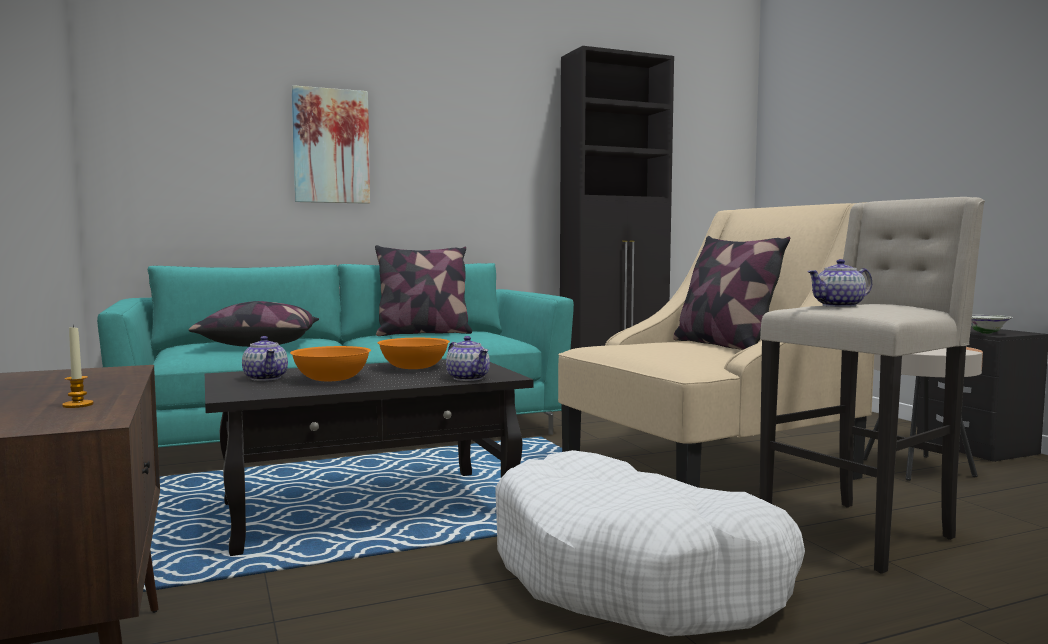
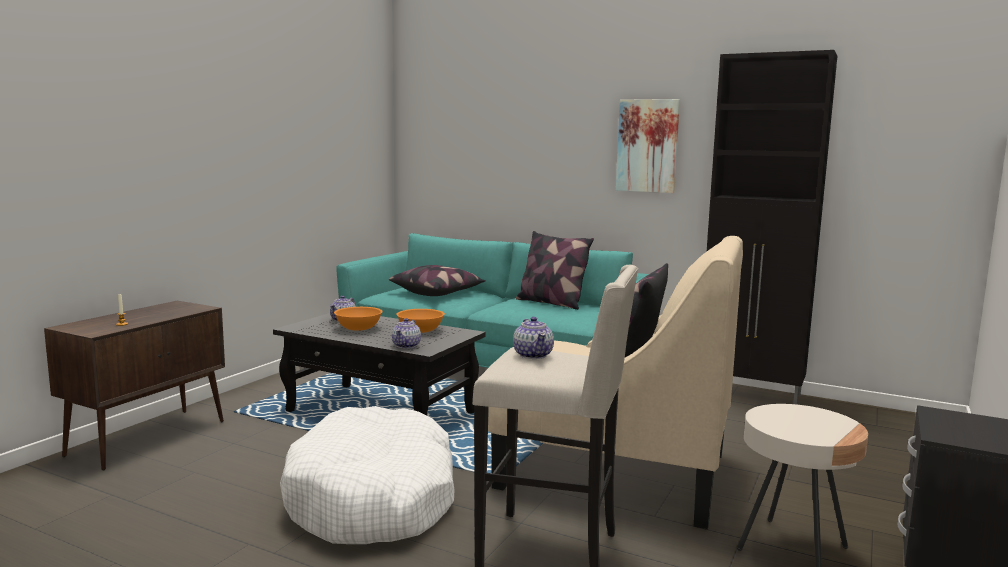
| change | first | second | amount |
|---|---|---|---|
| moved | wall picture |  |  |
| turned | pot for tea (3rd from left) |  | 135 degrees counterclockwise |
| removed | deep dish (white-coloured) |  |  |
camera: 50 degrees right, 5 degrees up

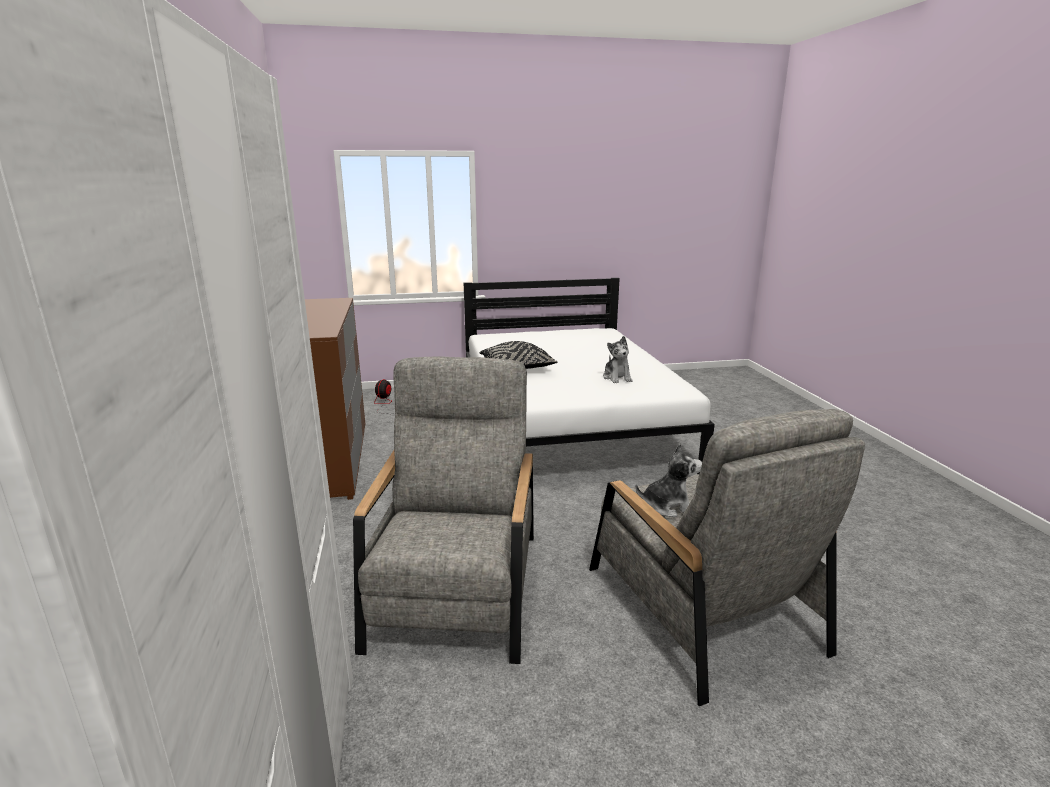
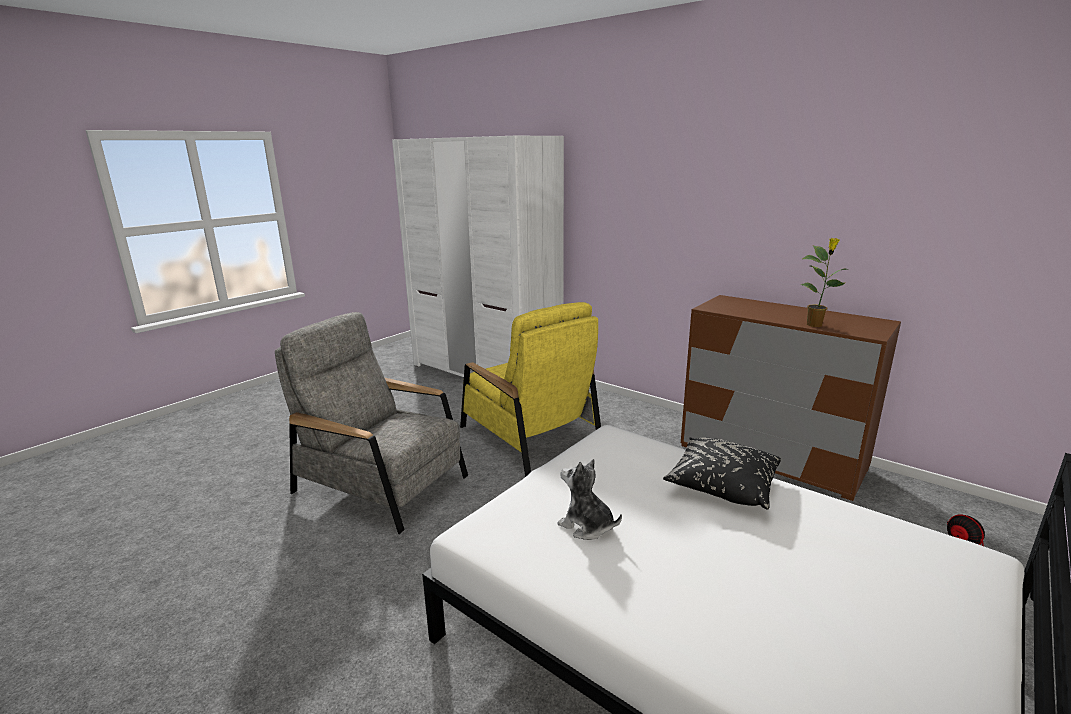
| change | first | second | amount |
|---|---|---|---|
| recoloured | lounge chair (gray) (1st from left) | lounge chair (yellow-coloured) |  |
| removed | soft toy (2nd from left) |  |  |
| added |  | plant in a pot |  |
camera: 140 degrees right, 0 degrees up

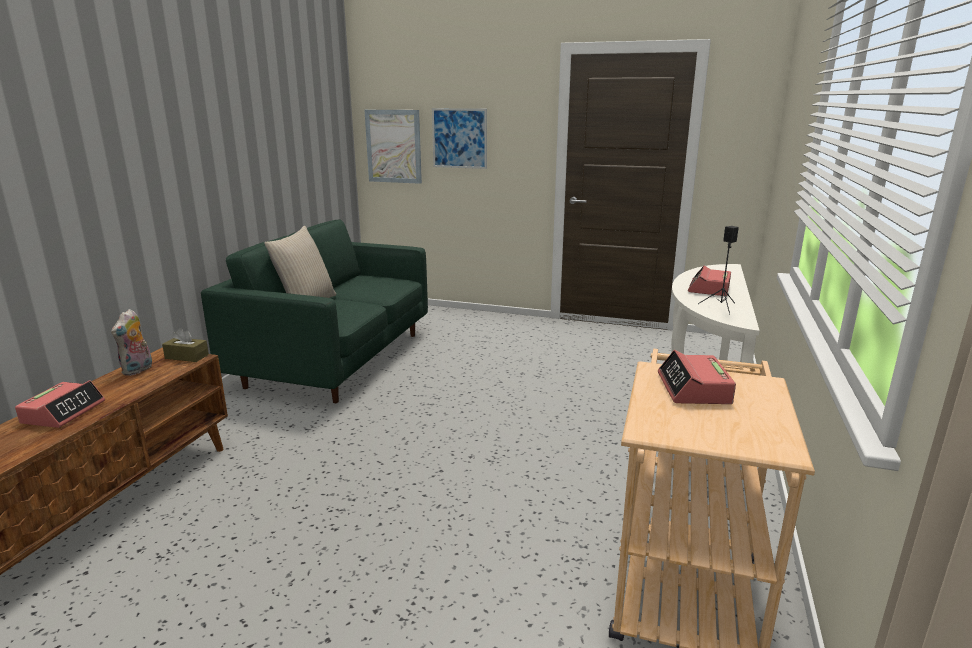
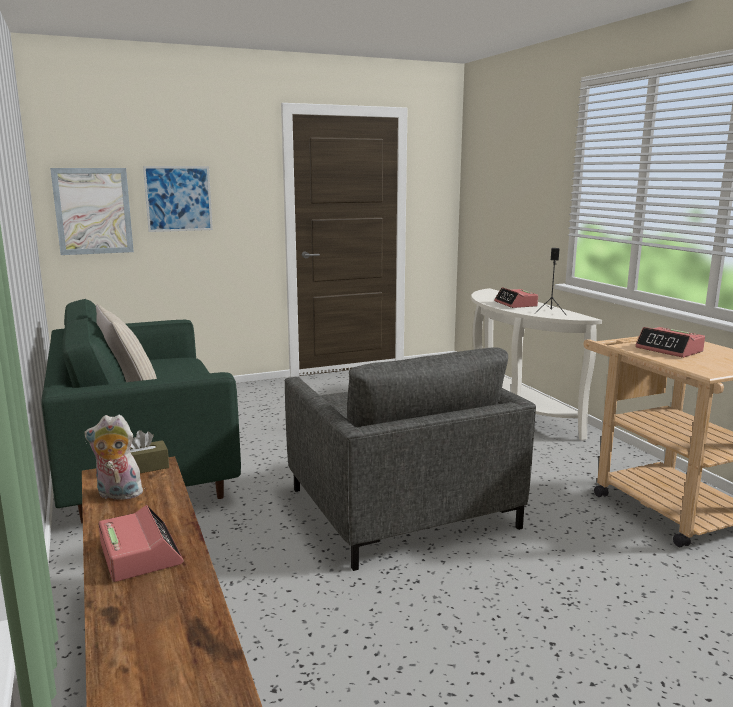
| change | first | second | amount |
|---|---|---|---|
| turned | soft toy |  | 120 degrees clockwise |
| added |  | lounge chair (gray) |  |
camera: 40 degrees left, 5 degrees down

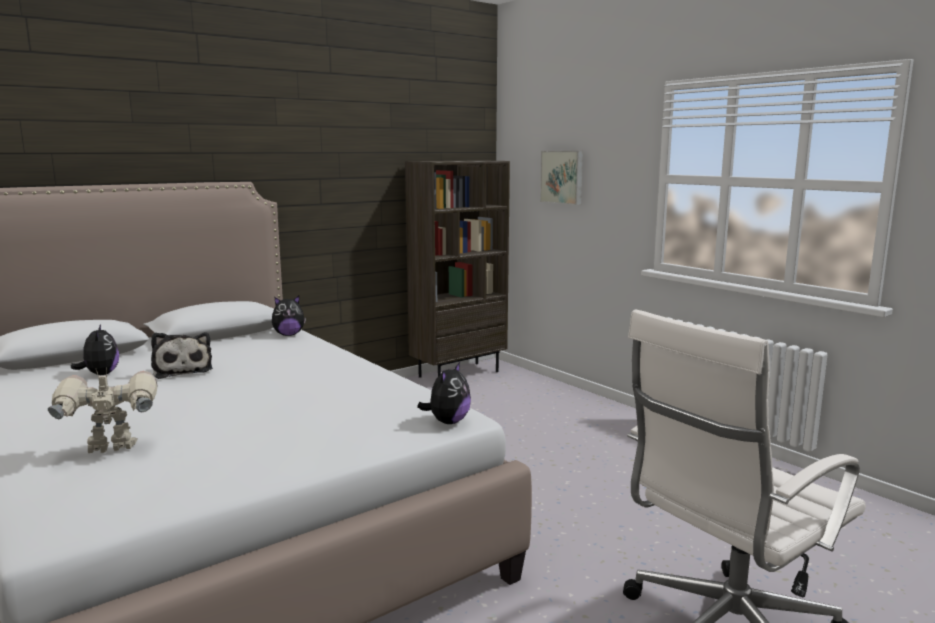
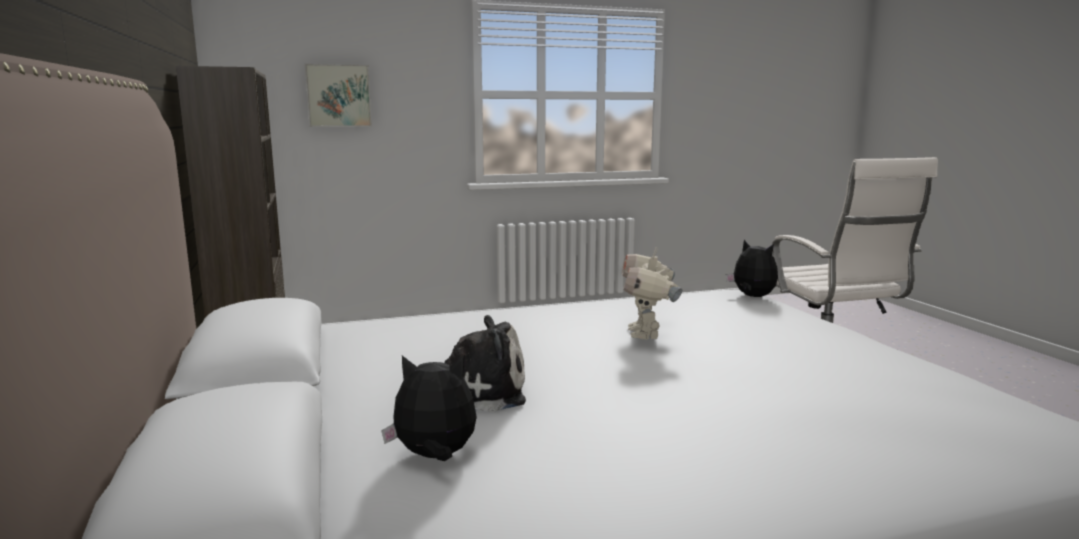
| change | first | second | amount |
|---|---|---|---|
| removed | soft toy (3rd from left) |  |  |
| moved | robot figure |  |  |
camera: 70 degrees left, 0 degrees up

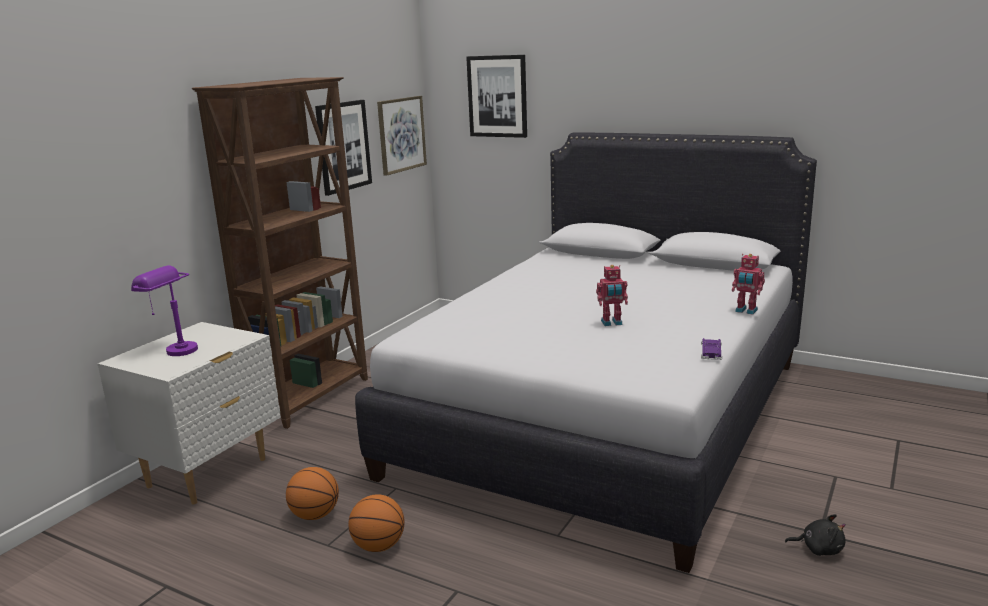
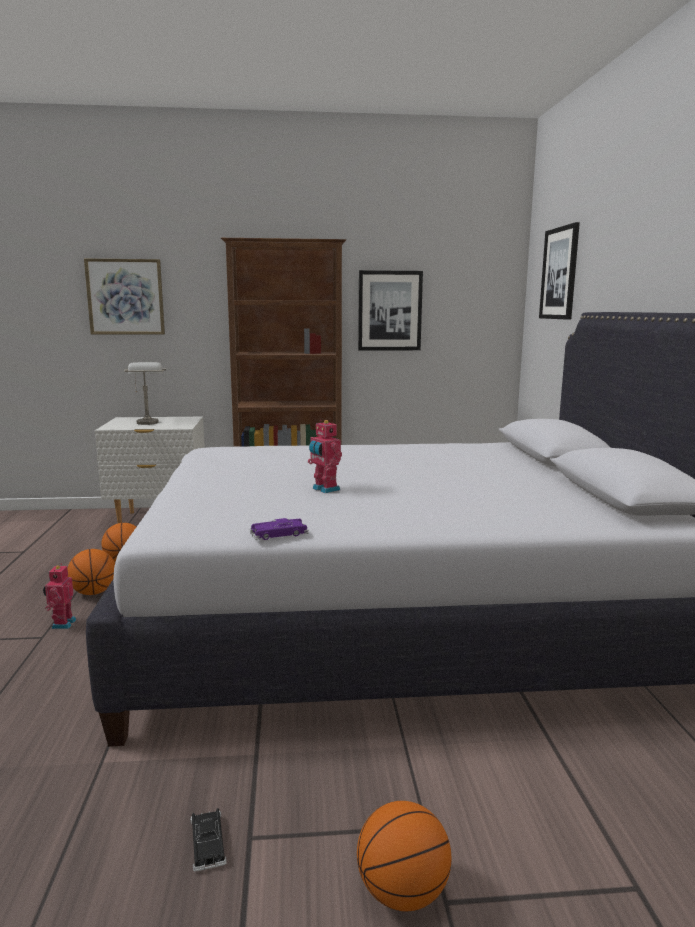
| change | first | second | amount |
|---|---|---|---|
| moved | wall picture (2nd from left in the first image) | wall picture (1st from left) |  |
| moved | robot figure (2nd from left in the first image) | robot figure (1st from left) |  |
| recoloured | table lamp (purple-coloured) | table lamp (gray) |  |
| replaced | soft toy (black) | model car (black) |  |
| added |  | basketball ball (3rd from left) |  |
camera: 55 degrees right, 5 degrees down

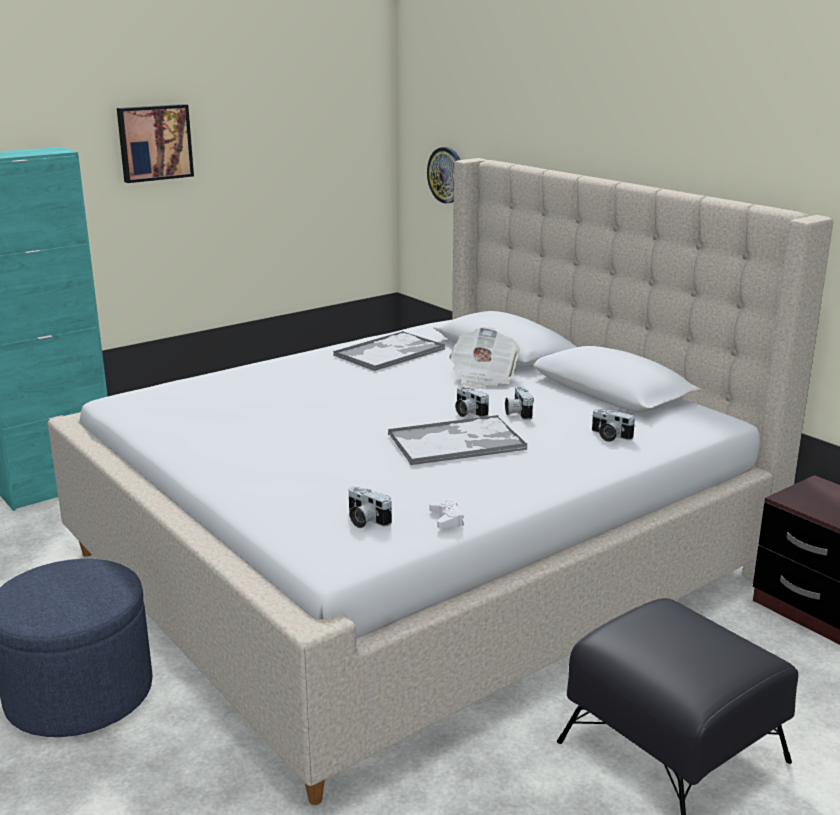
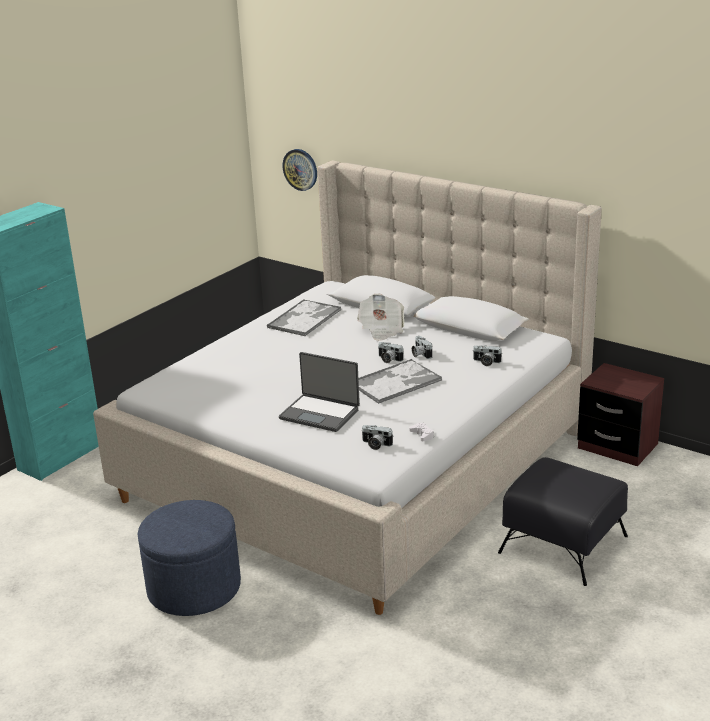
| change | first | second | amount |
|---|---|---|---|
| removed | wall picture |  |  |
| added |  | notebook computer |  |
camera: 15 degrees left, 5 degrees up

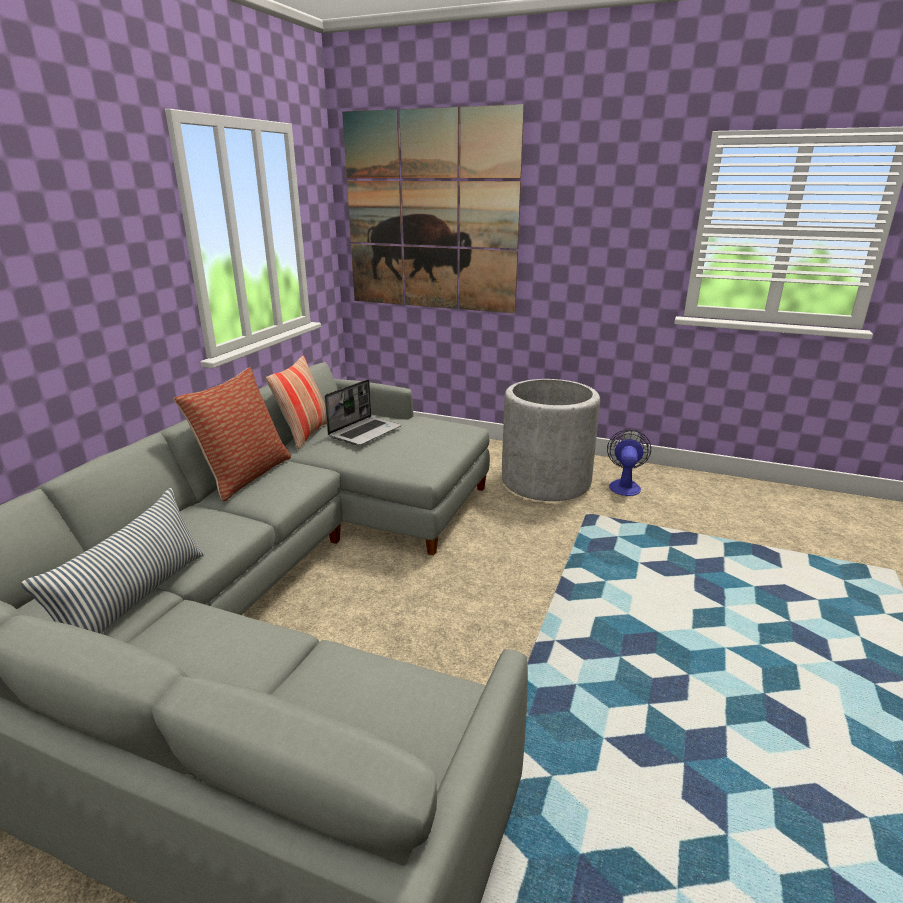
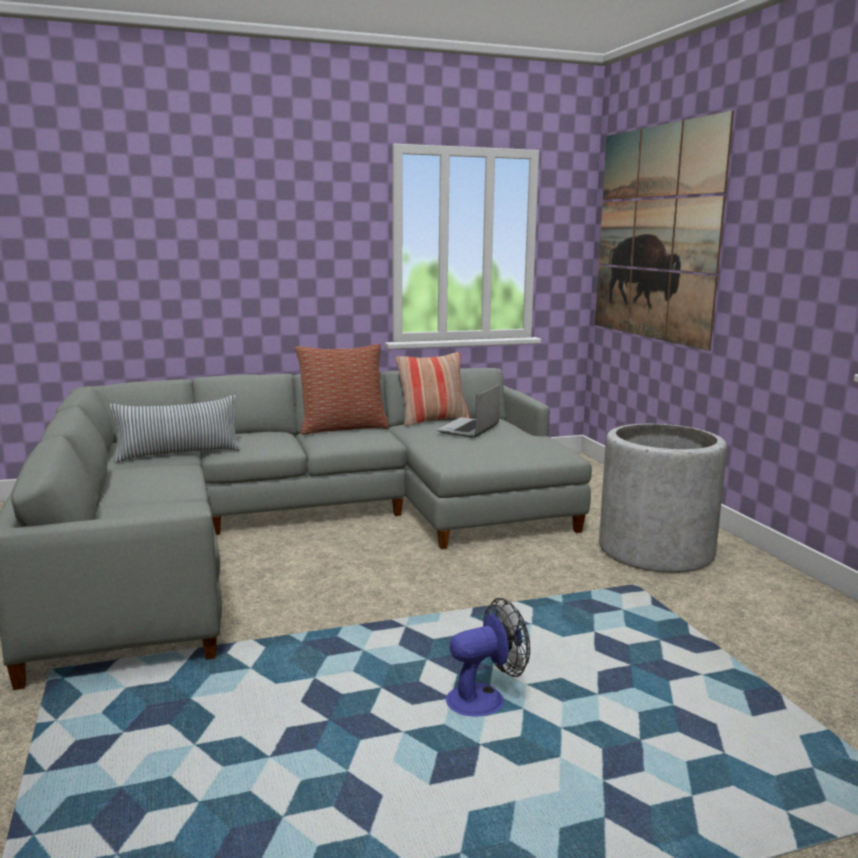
| change | first | second | amount |
|---|---|---|---|
| turned | notebook computer |  | 120 degrees clockwise |
| moved | cooling fan |  |  |
camera: 50 degrees right, 10 degrees down

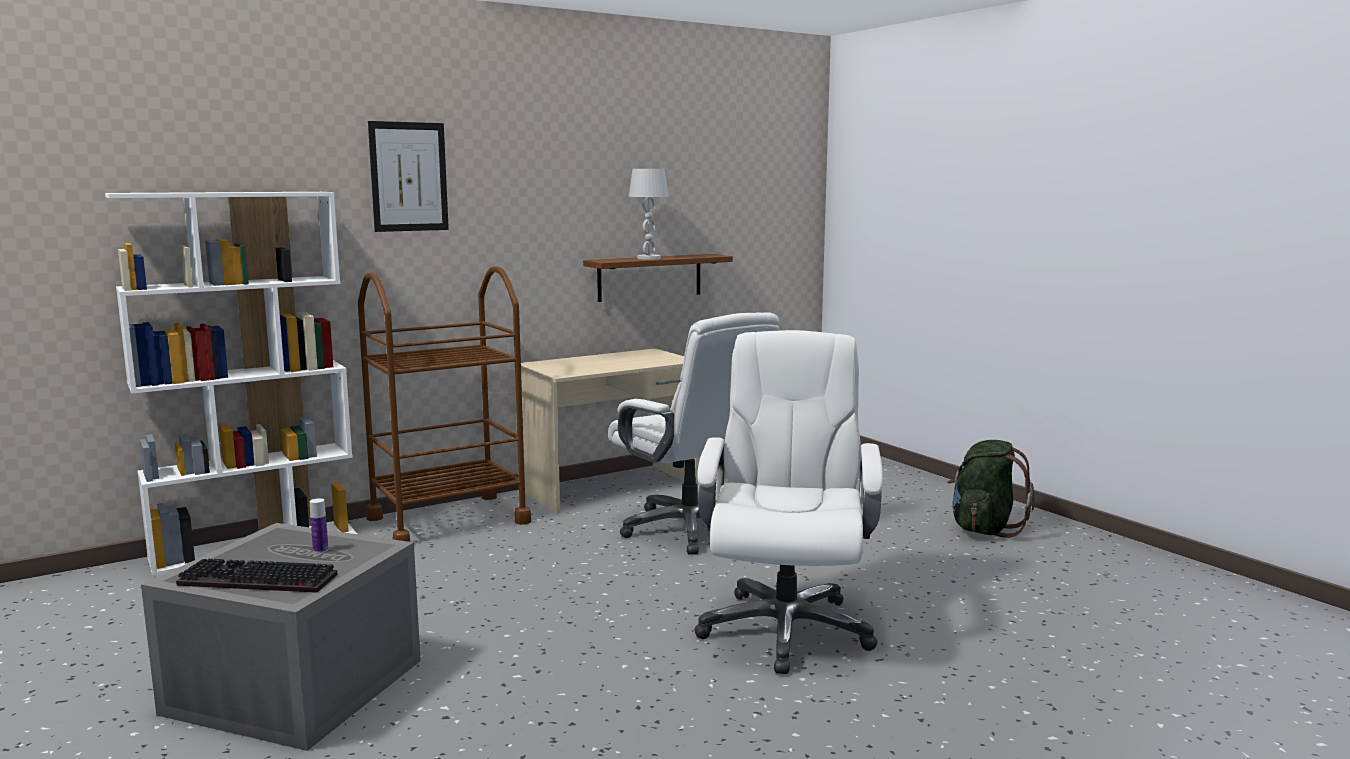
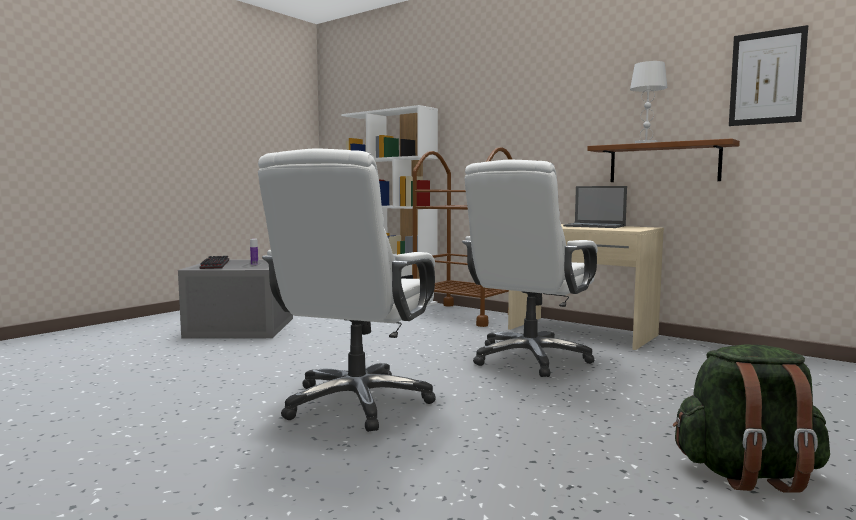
| change | first | second | amount |
|---|---|---|---|
| moved | wall picture |  |  |
| turned | office chair (white-coloured) (2nd from left in the first image) | office chair (white-coloured) (1st from left) | 120 degrees clockwise |
| added |  | notebook computer |  |
camera: 70 degrees right, 5 degrees down

